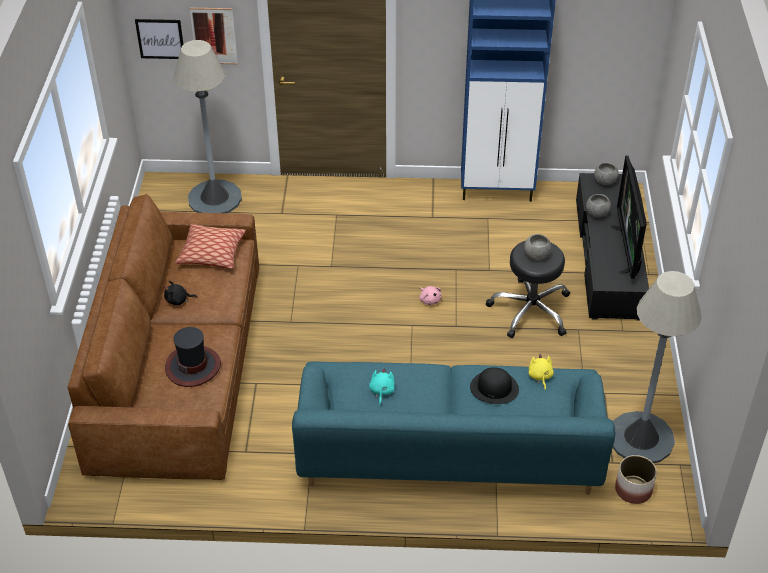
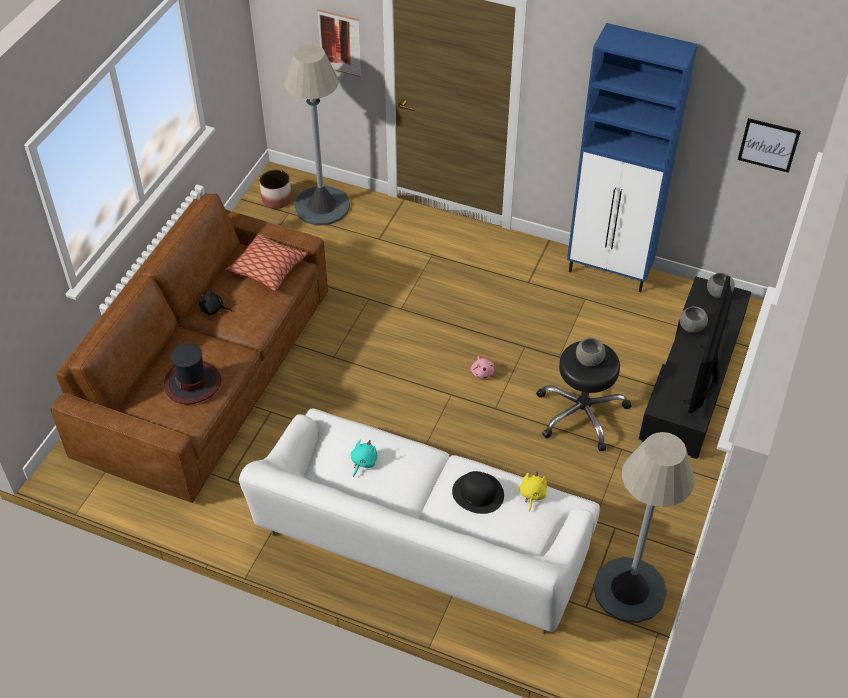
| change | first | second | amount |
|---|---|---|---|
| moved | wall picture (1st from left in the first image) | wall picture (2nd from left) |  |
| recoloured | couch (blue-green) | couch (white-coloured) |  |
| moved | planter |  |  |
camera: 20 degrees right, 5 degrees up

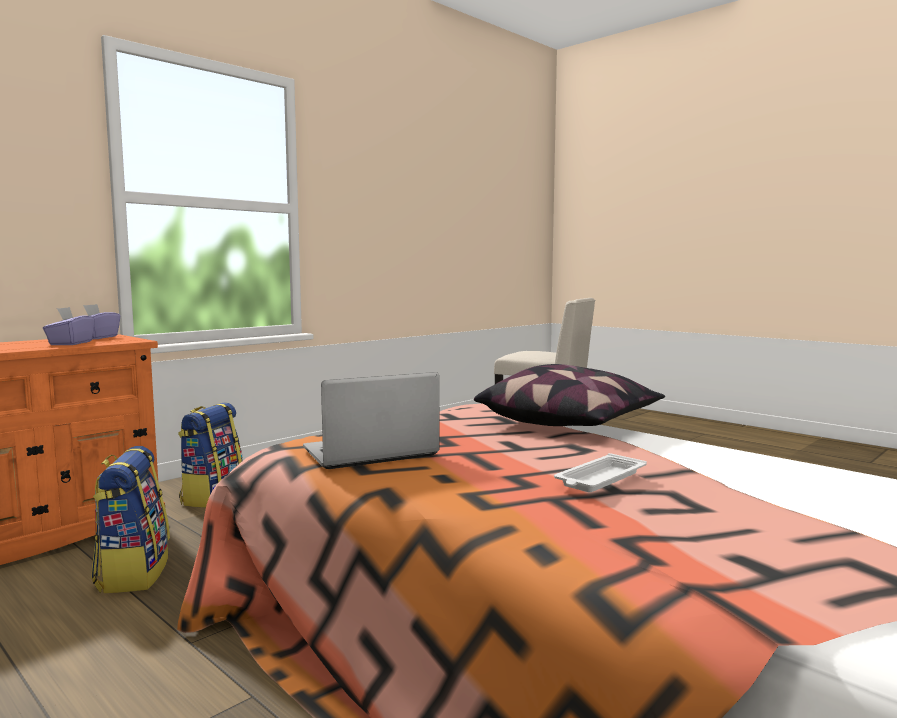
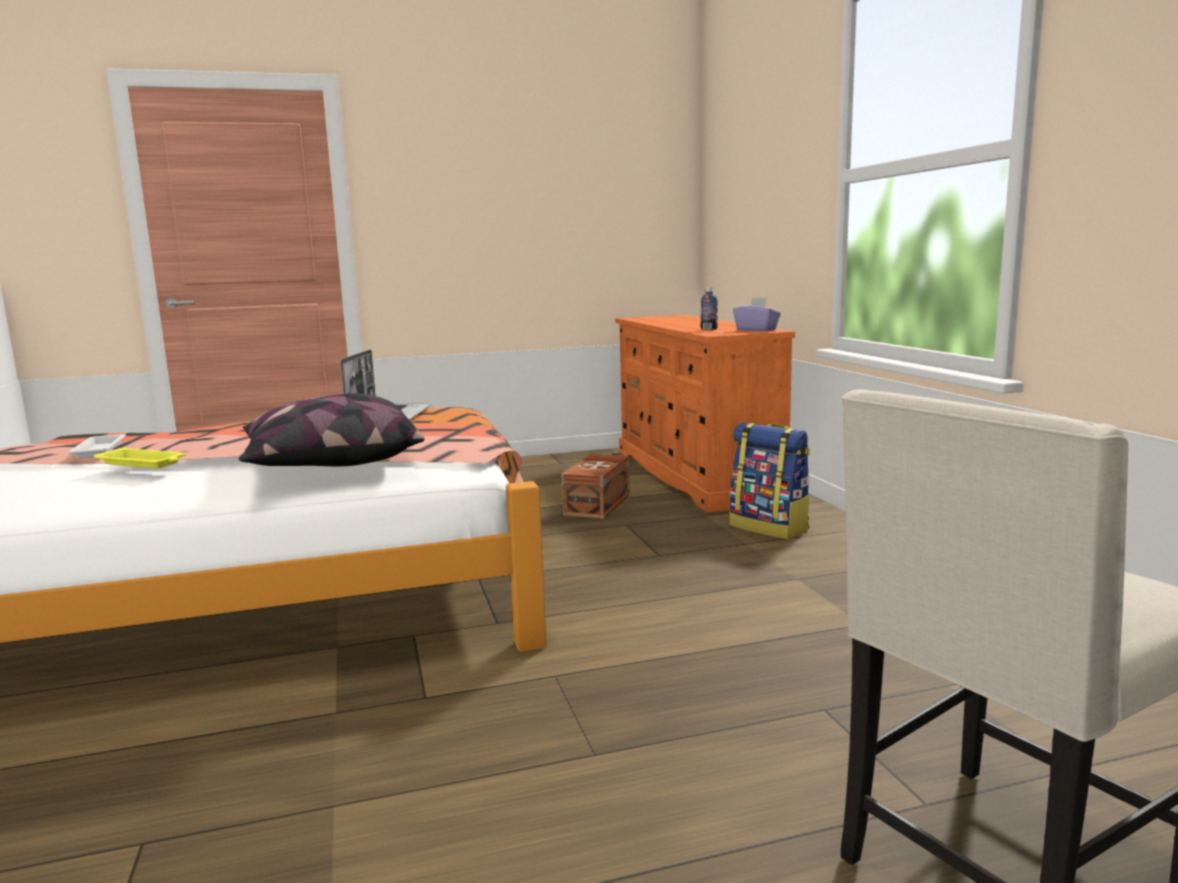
| change | first | second | amount |
|---|---|---|---|
| replaced | tissue box (purple-coloured) (1st from left) | drink bottle |  |
| replaced | rucksack (1st from left) | storage bin (brownish) |  |
| moved | tray (white-coloured) |  |  |
| added |  | tray (yellow-coloured) |  |
camera: 120 degrees right, 5 degrees up

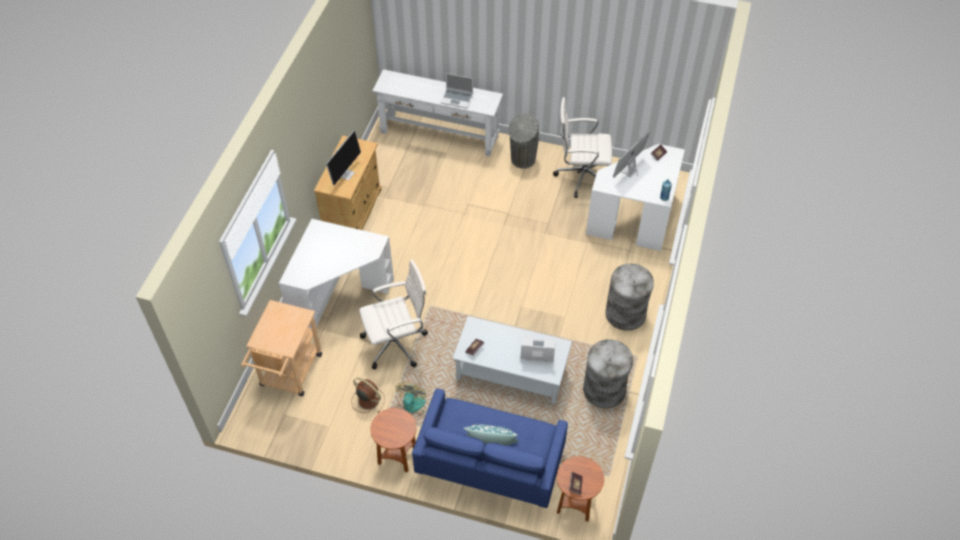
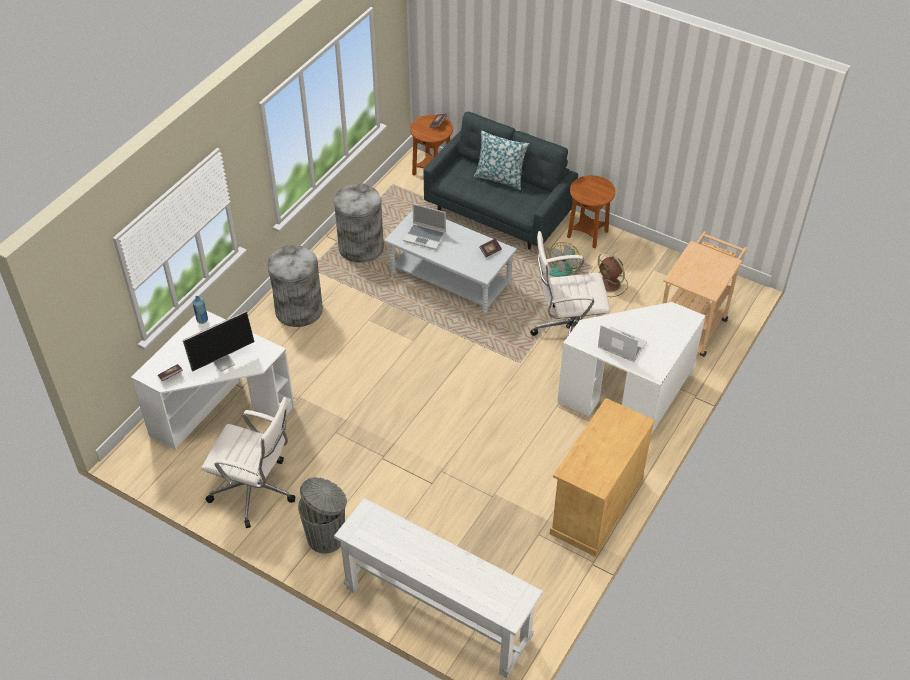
| change | first | second | amount |
|---|---|---|---|
| moved | notebook computer (1st from left in the first image) | notebook computer (2nd from left) |  |
| removed | monitor (1st from left) |  |  |
| recoloured | couch (blue) | couch (gray) |  |
camera: 165 degrees left, 5 degrees down

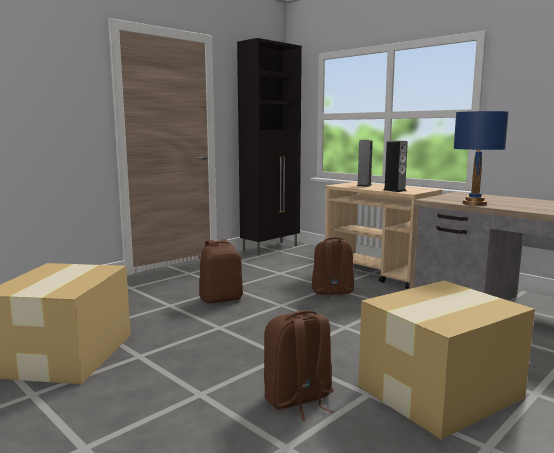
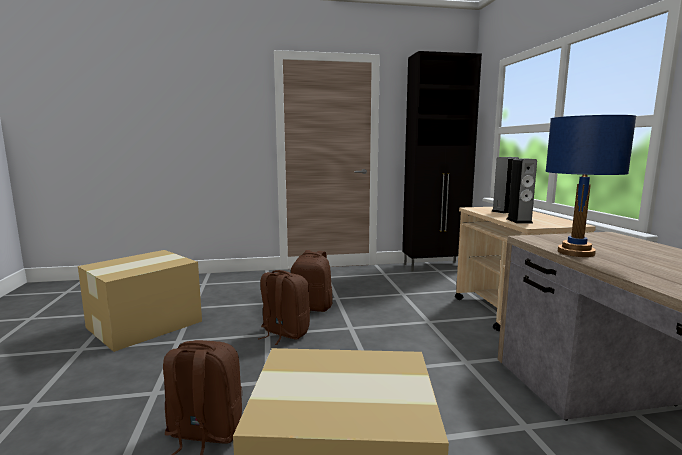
| change | first | second | amount |
|---|---|---|---|
| moved | rucksack (brownish) (3rd from left in the first image) | rucksack (brownish) (2nd from left) |  |
camera: 35 degrees right, 0 degrees up

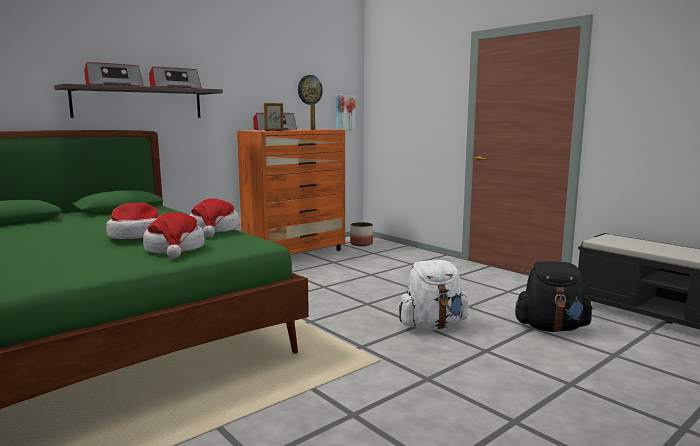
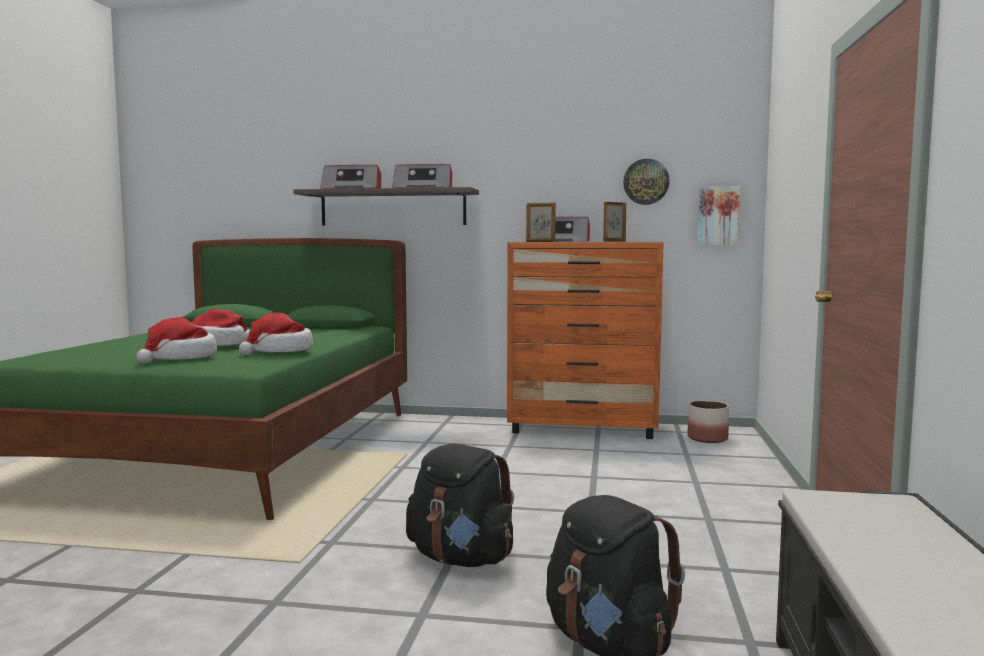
| change | first | second | amount |
|---|---|---|---|
| recoloured | rucksack (white-coloured) | rucksack (black) (1st from left) |  |
camera: 50 degrees right, 5 degrees down

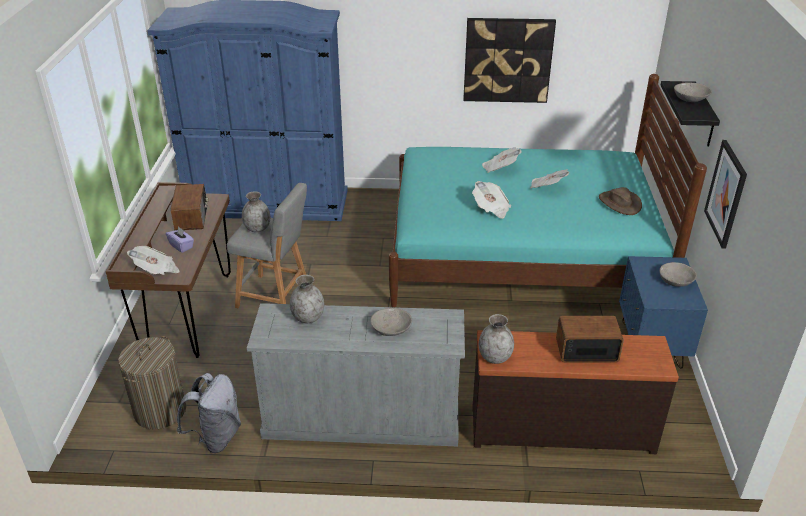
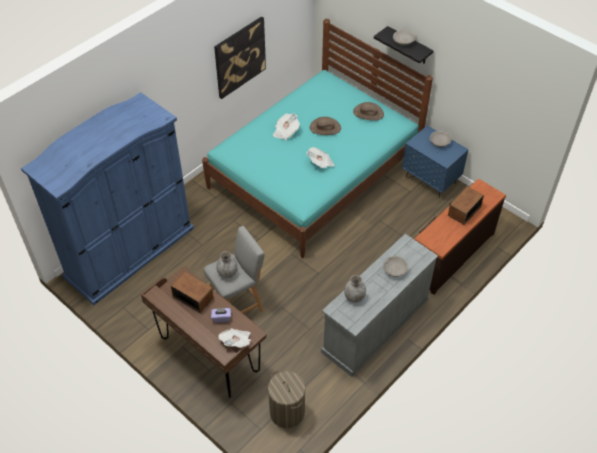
| change | first | second | amount |
|---|---|---|---|
| removed | wall picture (2nd from left) |  |  |
| replaced | newspaper (4th from left) | hat (brownish) (1st from left) |  |
| removed | decorative vase (gray) (3rd from left) |  |  |
| removed | rucksack (gray) |  |  |
camera: 50 degrees left, 15 degrees up

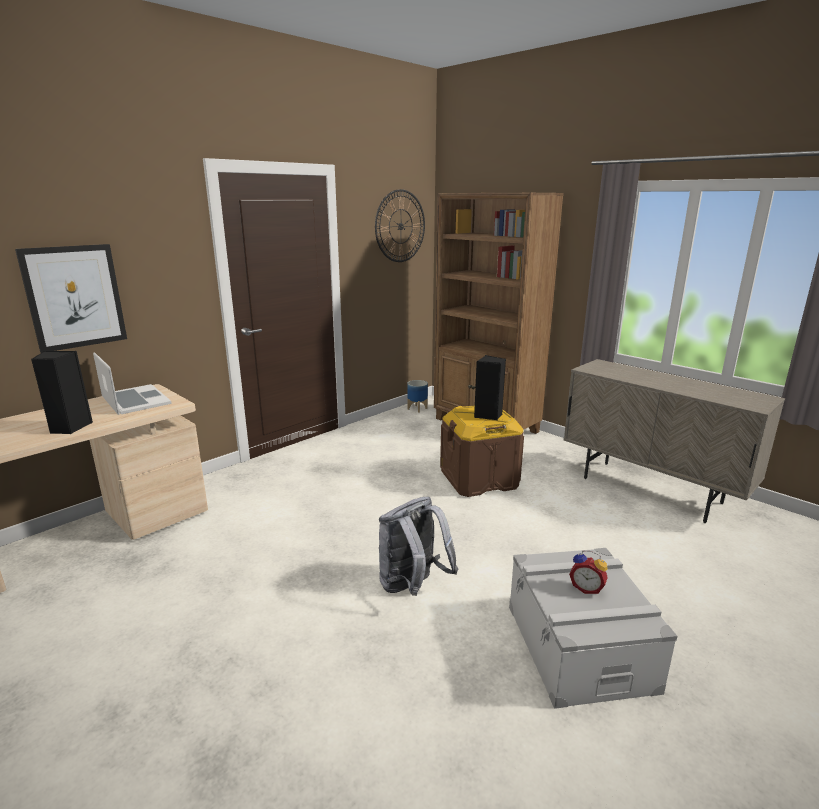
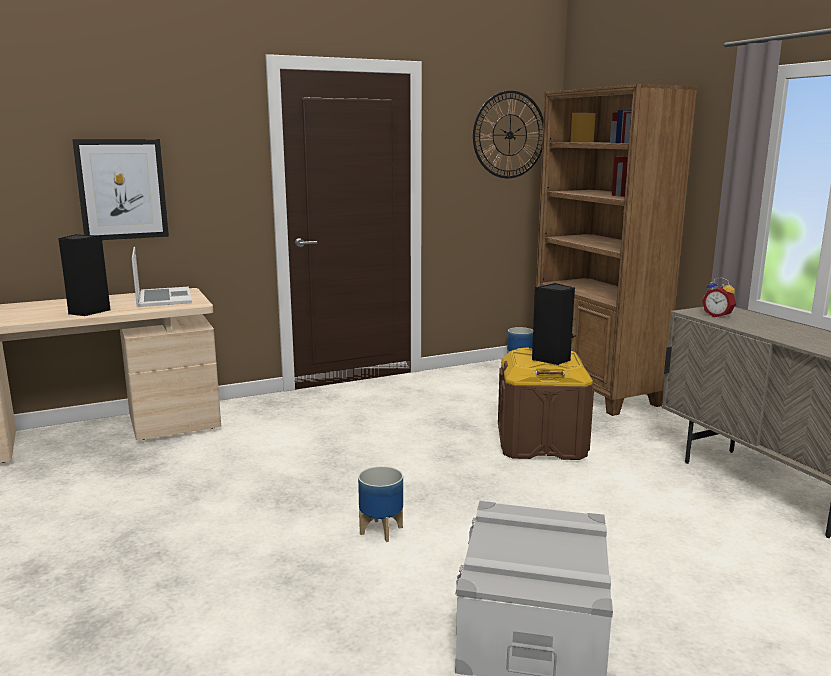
| change | first | second | amount |
|---|---|---|---|
| replaced | rucksack (gray) | planter (1st from left) |  |
| moved | alarm clock |  |  |
camera: 20 degrees right, 5 degrees down

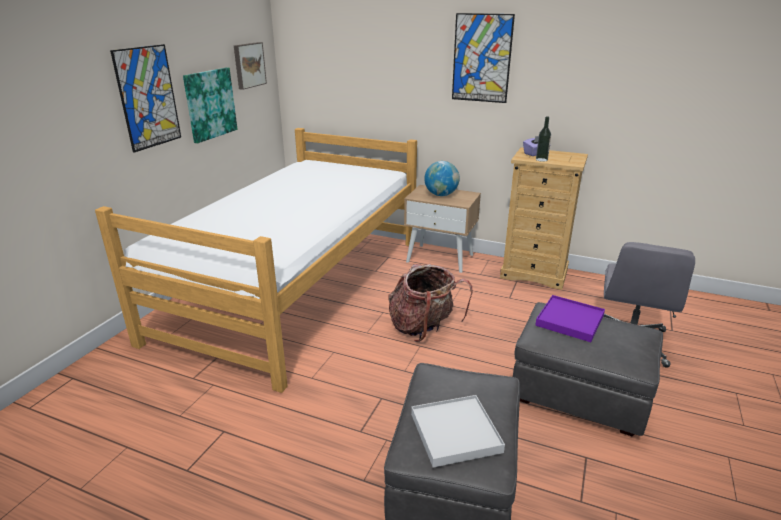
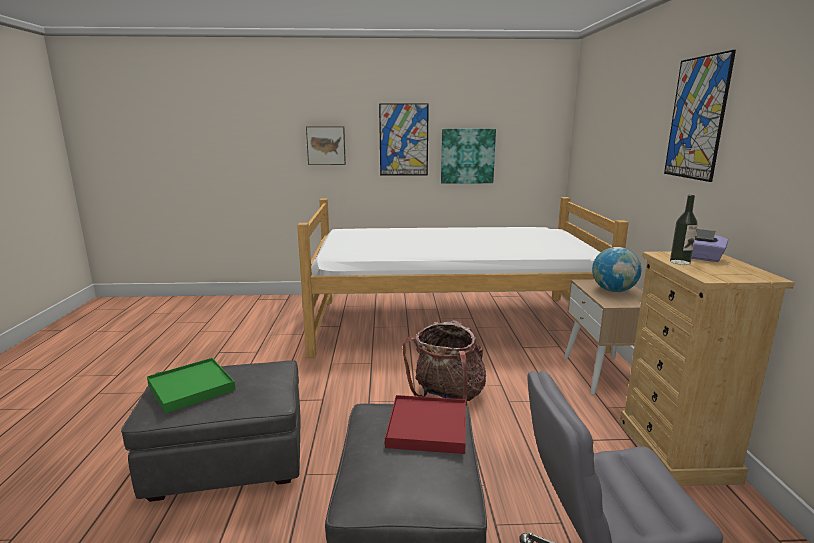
| change | first | second | amount |
|---|---|---|---|
| moved | wall picture (3rd from left in the first image) | wall picture (1st from left) |  |
| recoloured | tray (purple-coloured) | tray (red) |  |
| recoloured | tray (white-coloured) | tray (green) |  |
camera: 65 degrees right, 10 degrees down

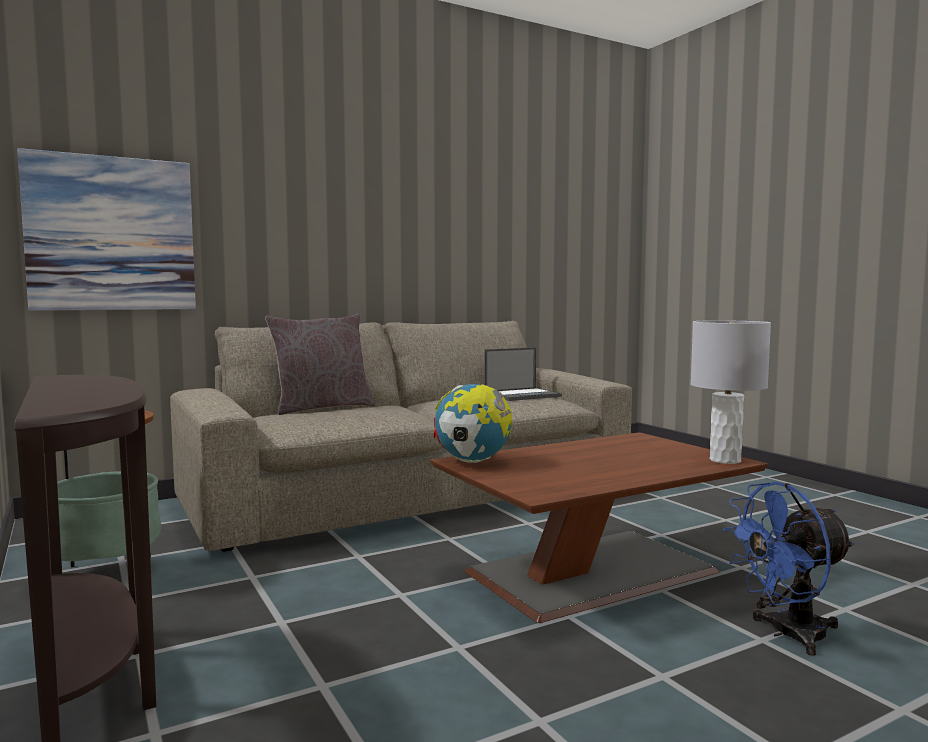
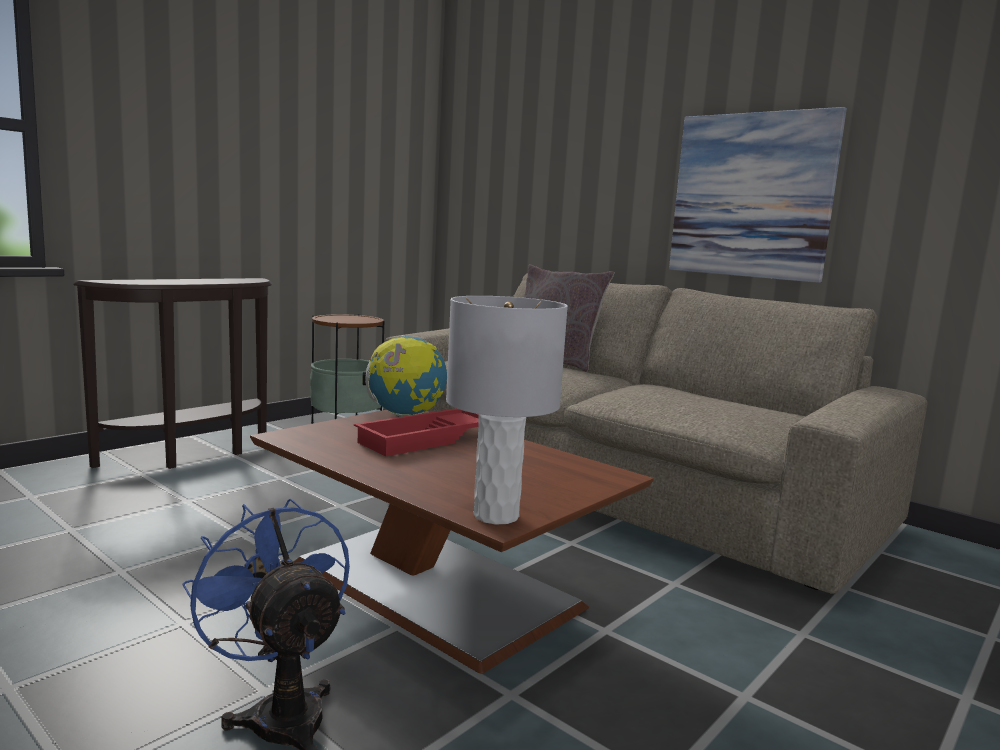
| change | first | second | amount |
|---|---|---|---|
| moved | wall picture |  |  |
| removed | notebook computer |  |  |
| added |  | tray (red) |  |
camera: 70 degrees right, 5 degrees up

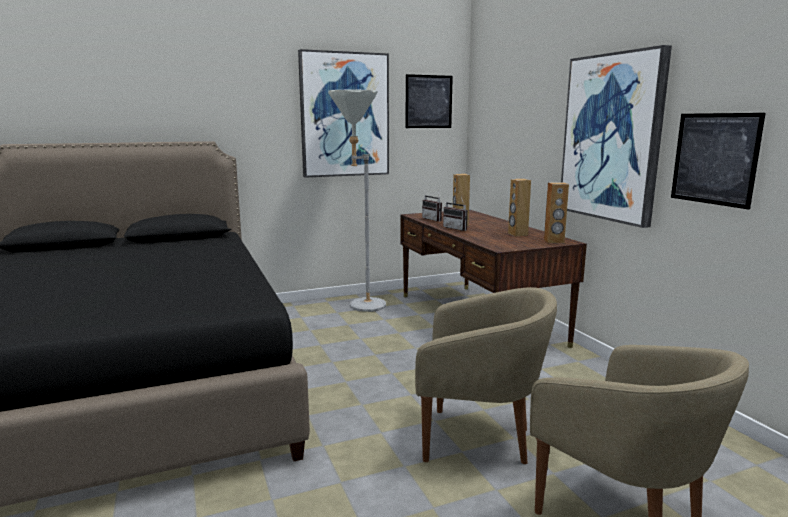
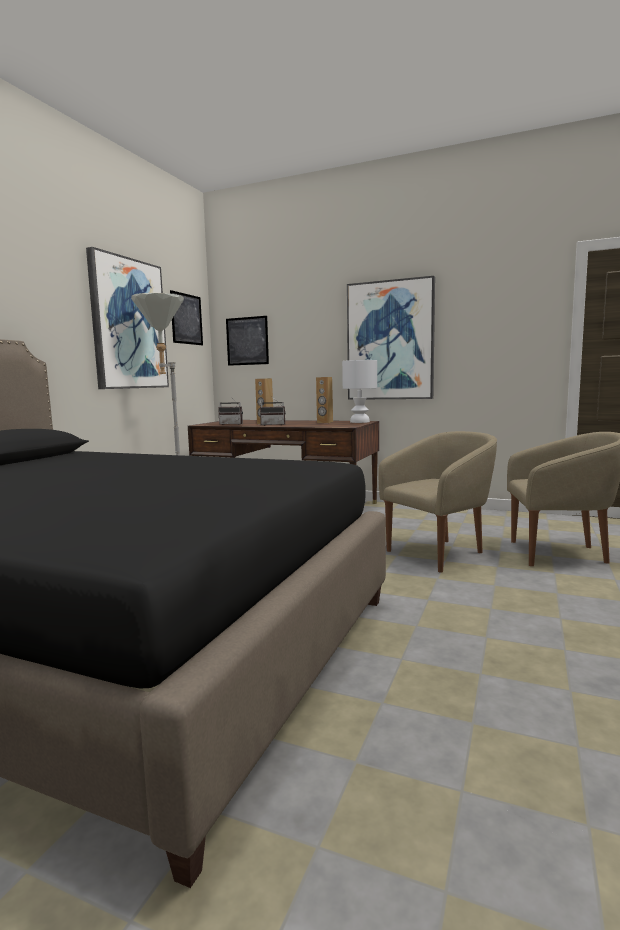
| change | first | second | amount |
|---|---|---|---|
| moved | wall picture (4th from left in the first image) | wall picture (3rd from left) |  |
| replaced | audio speaker (brownish) (3rd from left) | table lamp (white-coloured) |  |
camera: 45 degrees left, 5 degrees down

